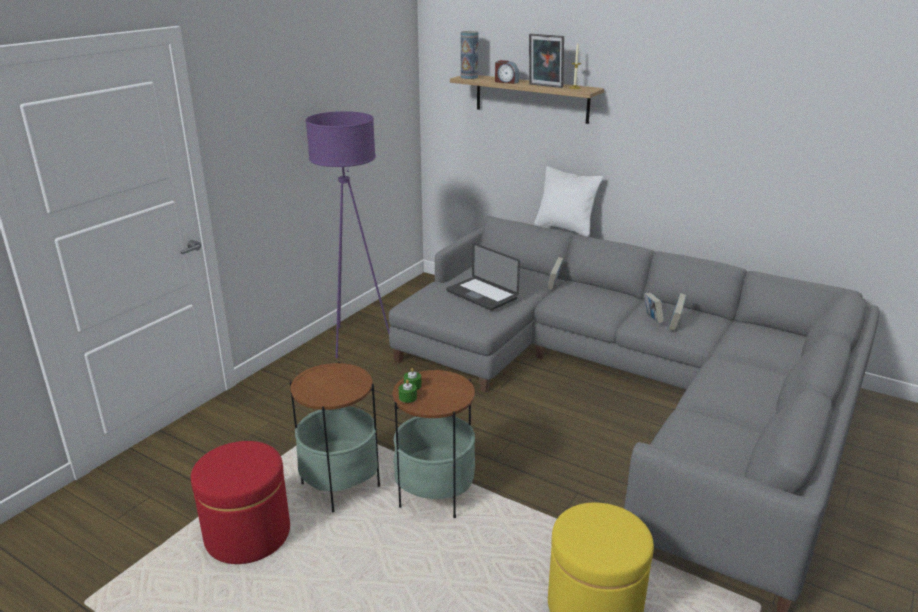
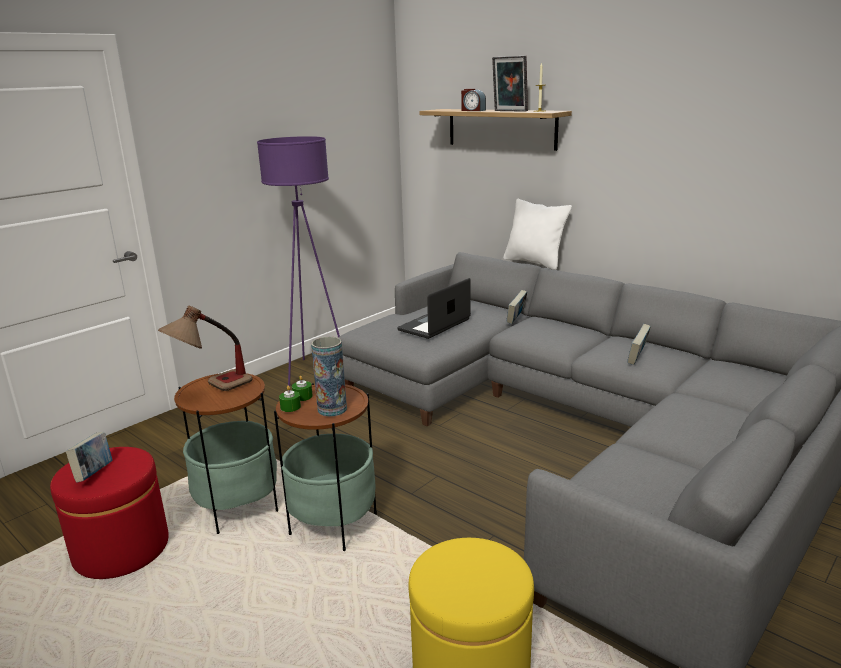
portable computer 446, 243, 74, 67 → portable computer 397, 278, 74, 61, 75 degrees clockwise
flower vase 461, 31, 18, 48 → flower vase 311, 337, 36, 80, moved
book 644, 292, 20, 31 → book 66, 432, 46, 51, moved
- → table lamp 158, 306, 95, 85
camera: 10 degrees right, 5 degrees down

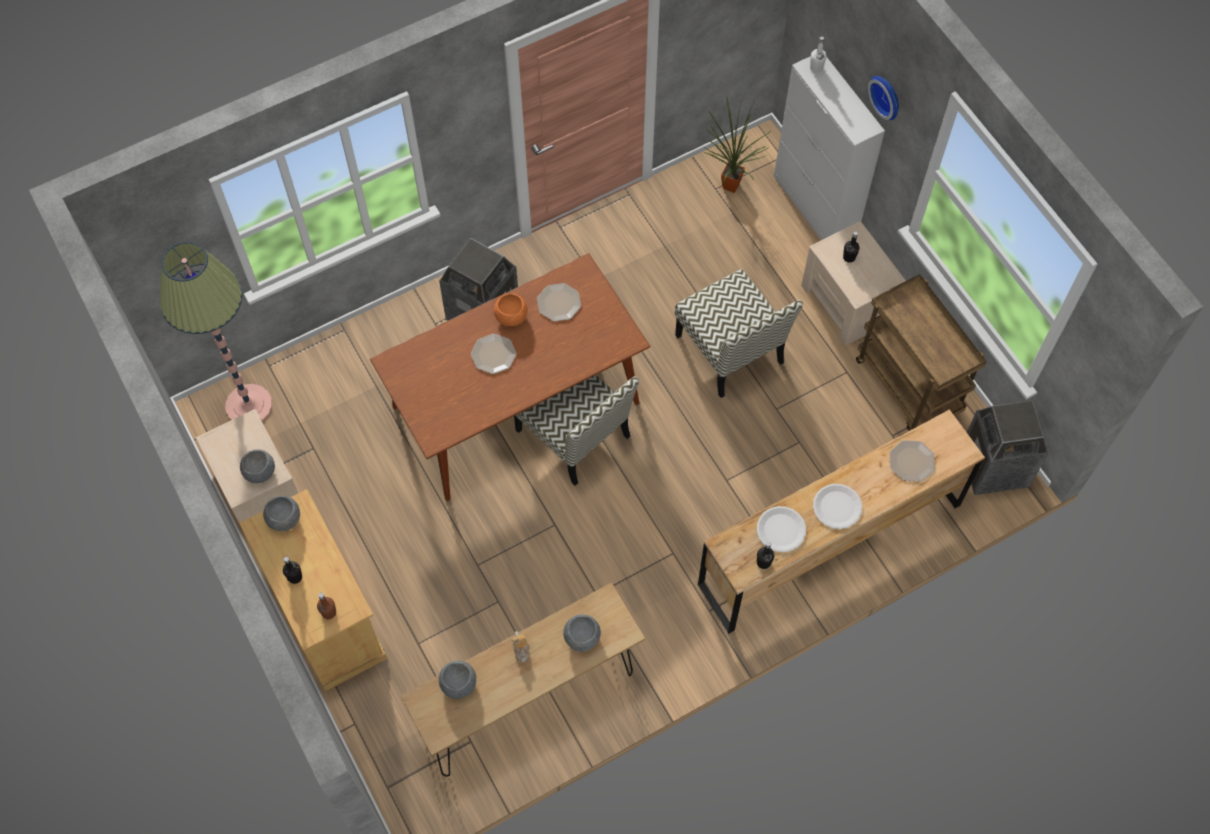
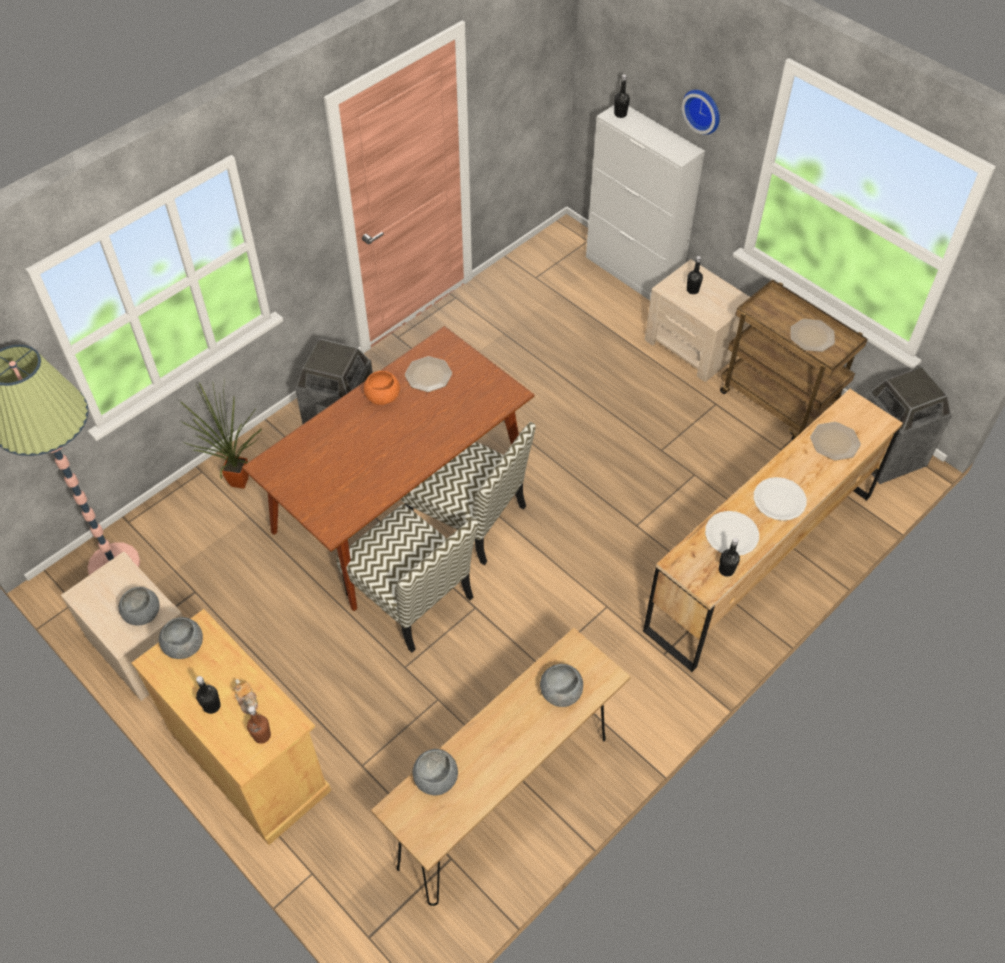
flat dish 471, 334, 46, 40 → flat dish 791, 319, 44, 33, moved
pot for tea 512, 631, 18, 31 → pot for tea 233, 679, 25, 35, moved
chair 675, 269, 128, 129 → chair 337, 504, 141, 148, moved
potted plant 704, 97, 67, 96 → potted plant 180, 378, 82, 111, moved
white-coloured beverage bottle 810, 37, 17, 36 → black-coloured beverage bottle 614, 74, 16, 44
camera: 15 degrees left, 10 degrees down

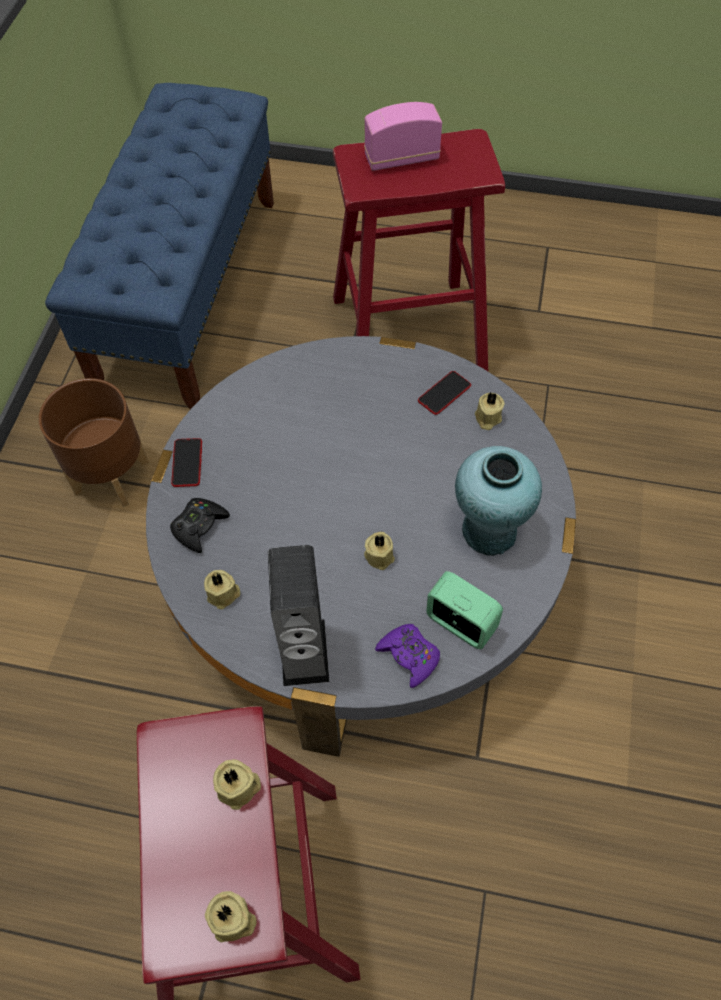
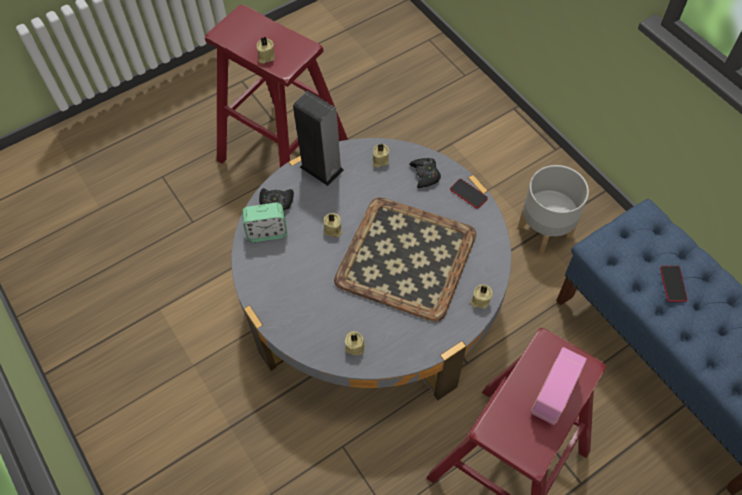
brown plant pot 39, 378, 110, 129 → gray plant pot 518, 165, 71, 89
sand-coloured wax light 205, 891, 52, 51 → sand-coloured wax light 470, 284, 23, 25, moved
purple-coloured game controller 375, 624, 65, 64 → black-coloured game controller 259, 188, 35, 22
phone 418, 371, 53, 44 → phone 660, 266, 27, 36, moved
turquoise flower vase 455, 446, 87, 110 → -
- → carrying tray 334, 197, 142, 125
camera: 135 degrees right, 0 degrees up

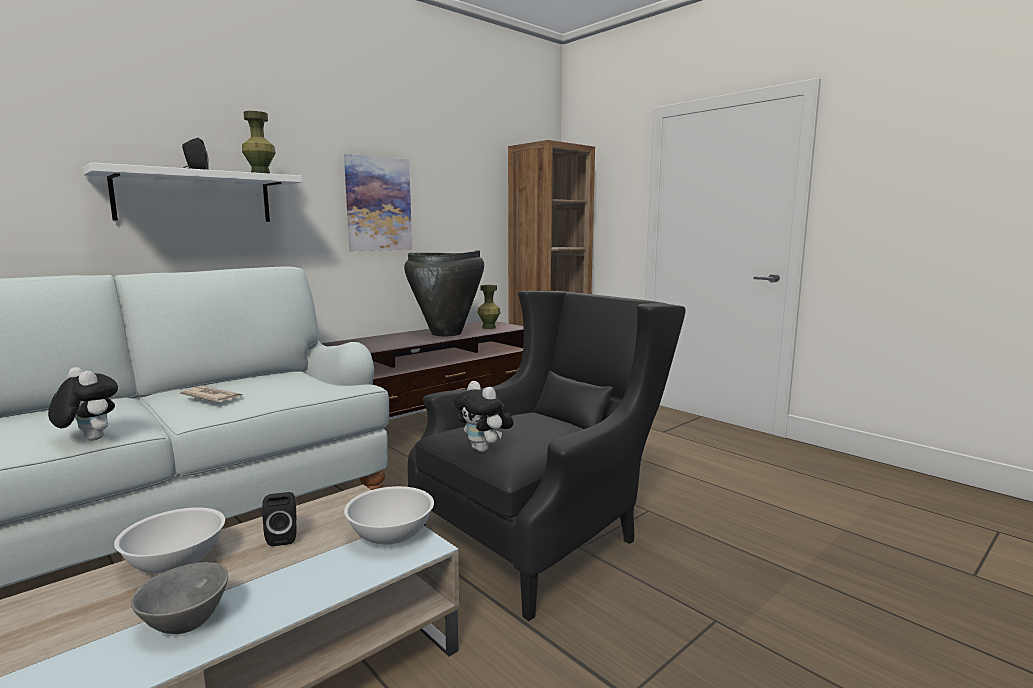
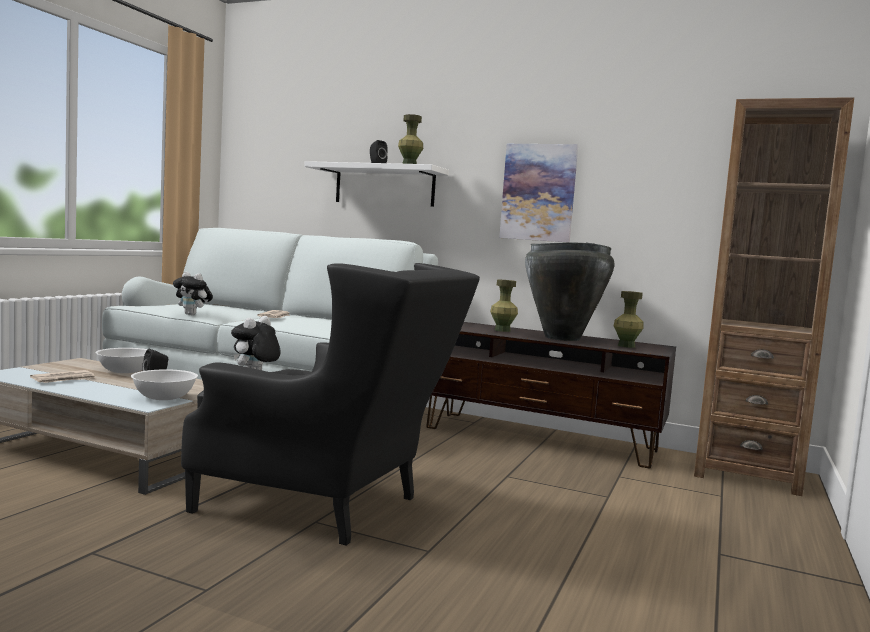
cuddly toy 48, 367, 70, 74 → cuddly toy 173, 272, 40, 43, 105 degrees clockwise
gray bowl 131, 562, 97, 72 → newspaper 30, 370, 67, 13
- → greenish flower vase 490, 280, 28, 52
camera: 65 degrees right, 5 degrees down

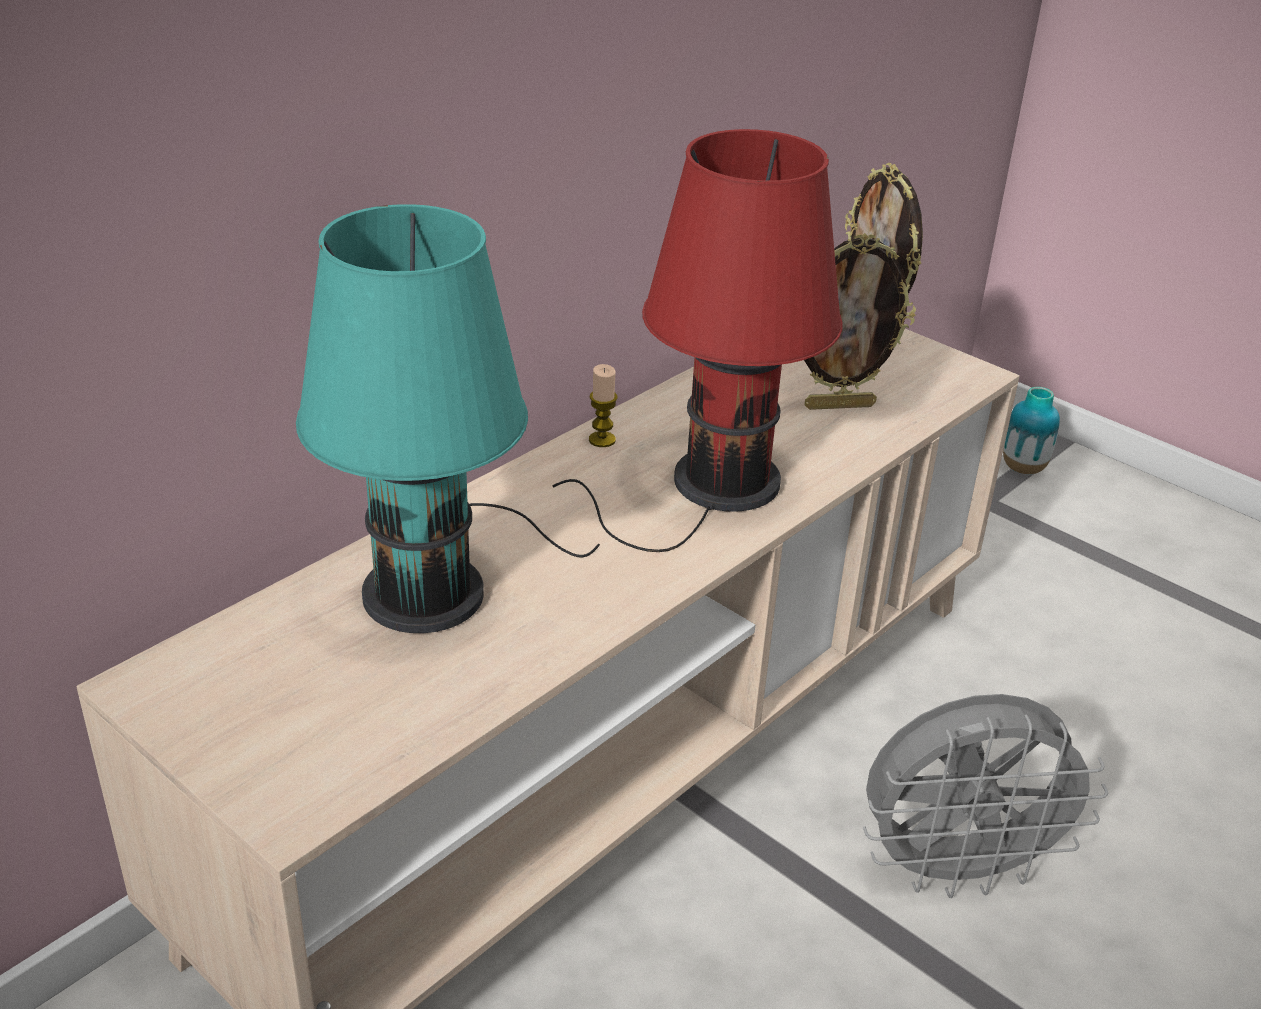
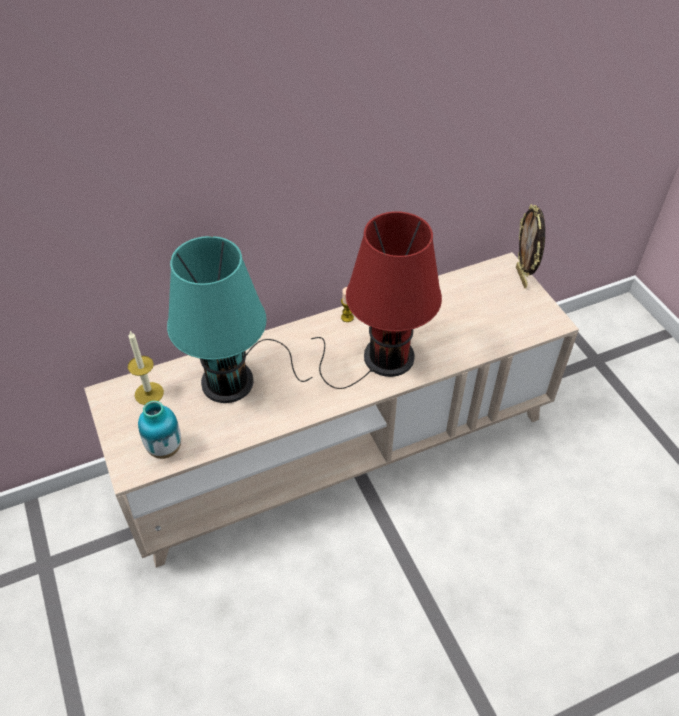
photo frame 804, 233, 112, 177 → -
gray electric fan 863, 694, 245, 204 → -
flower vase 1003, 387, 57, 87 → flower vase 138, 401, 43, 58, moved
- → wax light 128, 331, 36, 74
camera: 25 degrees right, 15 degrees up

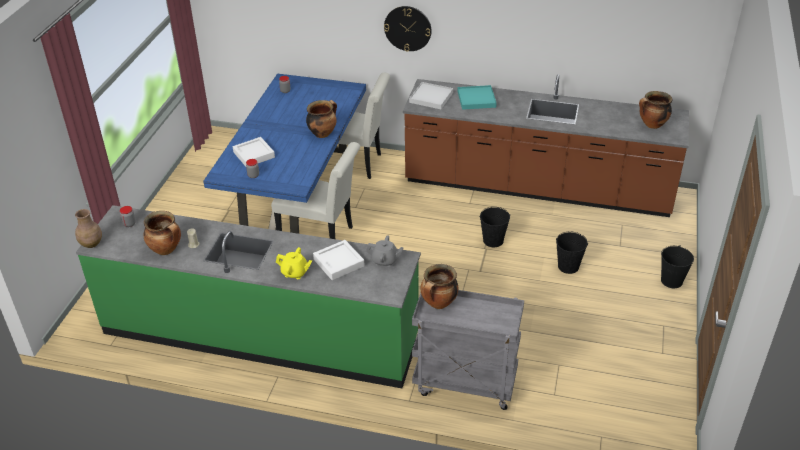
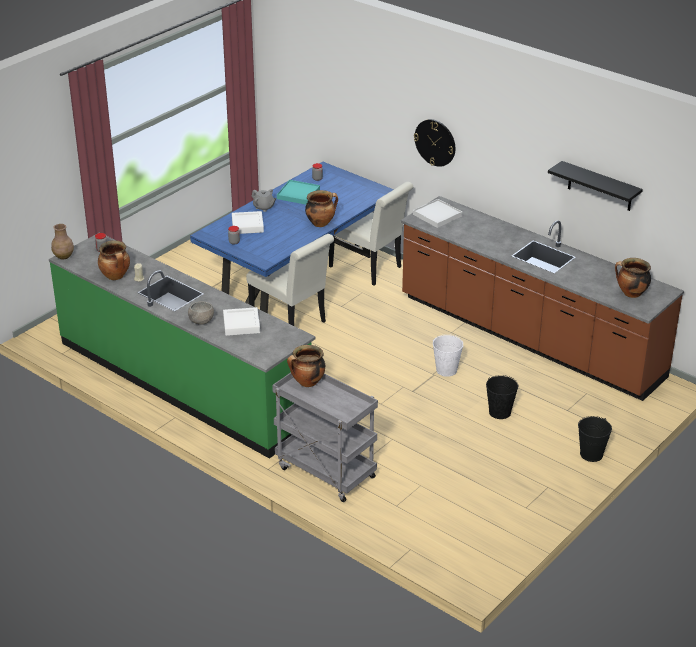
yellow pot for tea 276, 247, 36, 32 → gray bowl 188, 301, 26, 24
gray pot for tea 366, 235, 38, 32 → gray pot for tea 252, 189, 24, 23, moved
turquoise carrying tray 458, 85, 39, 25 → turquoise carrying tray 277, 180, 43, 25, moved
black-coloured pail 480, 207, 30, 40 → white-coloured pail 433, 334, 30, 43
- → black-coloured shelf 548, 161, 95, 50
camera: 25 degrees right, 5 degrees down

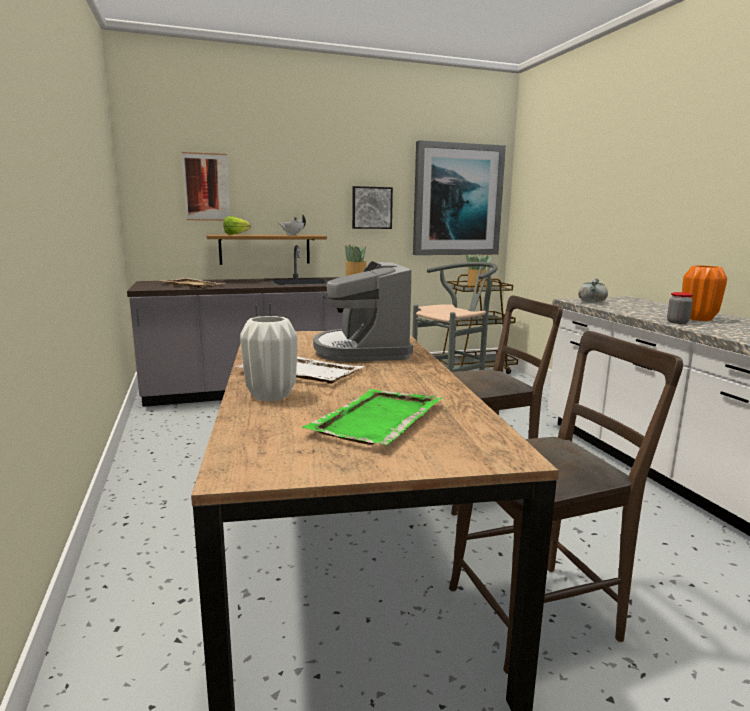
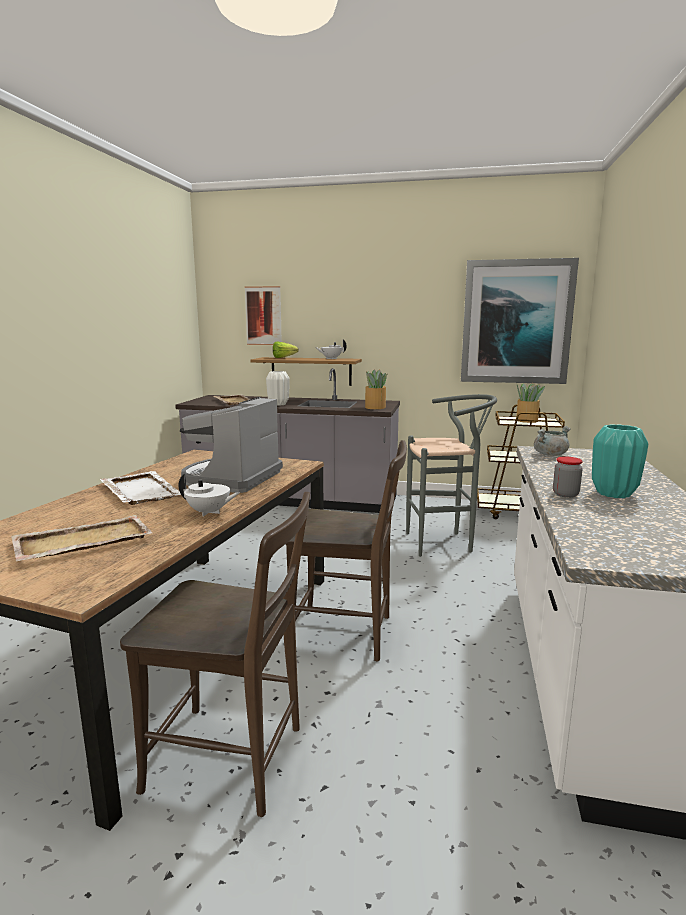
white-coloured flower vase 240, 316, 57, 85 → white-coloured flower vase 266, 371, 24, 35, moved
greenish carrying tray 302, 389, 140, 56 → sand-coloured carrying tray 11, 515, 142, 46
wall picture 352, 186, 41, 43 → -
orange-coloured flower vase 682, 265, 45, 56 → turquoise flower vase 592, 424, 56, 74
- → white-coloured pot for tea 178, 474, 61, 43
camera: 30 degrees right, 0 degrees up

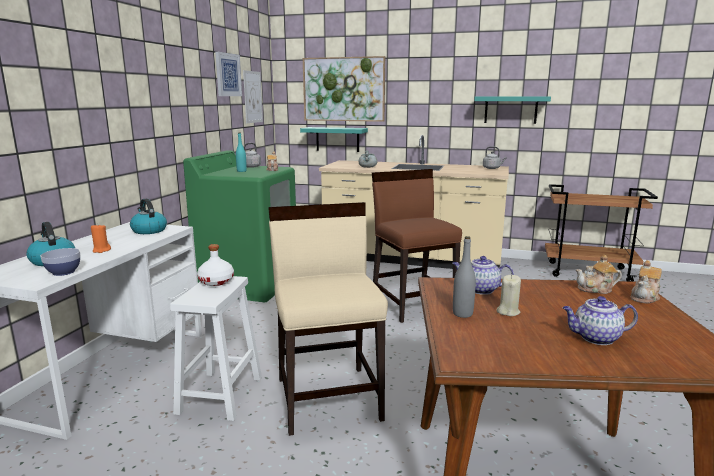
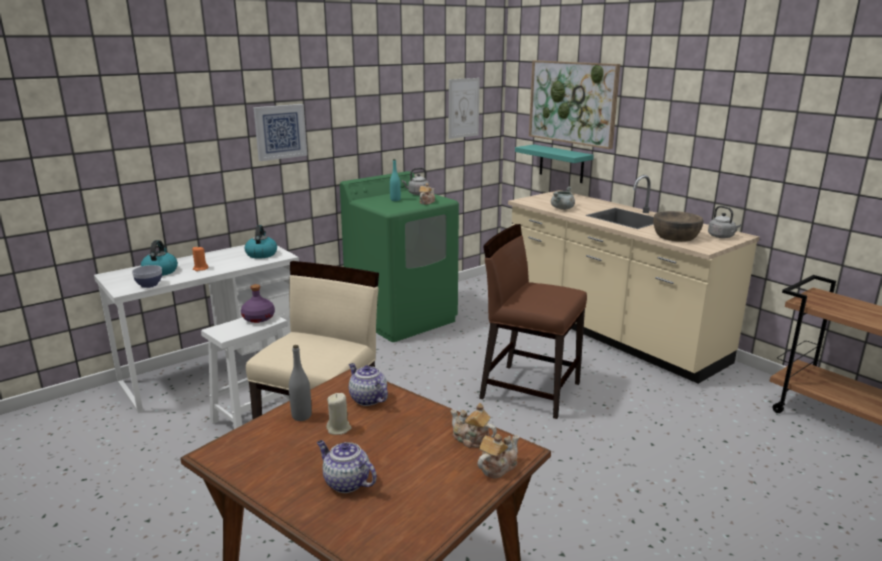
white-coloured beverage bottle 197, 244, 37, 42 → purple-coloured beverage bottle 241, 284, 34, 39
wall picture 215, 52, 27, 44 → wall picture 253, 104, 54, 57, moved
brown chair 372, 169, 90, 154 → brown chair 479, 224, 108, 195, 75 degrees counterclockwise
turquoise shelf 474, 96, 77, 28 → -
pot for tea 631, 260, 31, 44 → pot for tea 477, 434, 42, 44, 150 degrees clockwise
- → brown bowl 653, 211, 51, 31
camera: 35 degrees right, 5 degrees up

